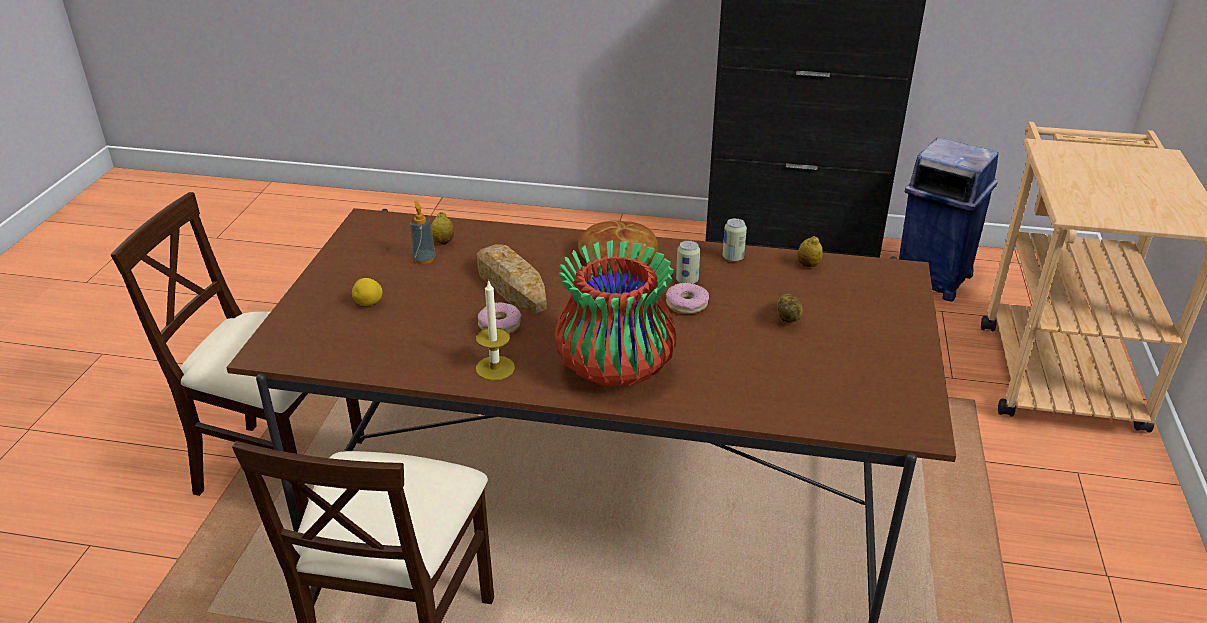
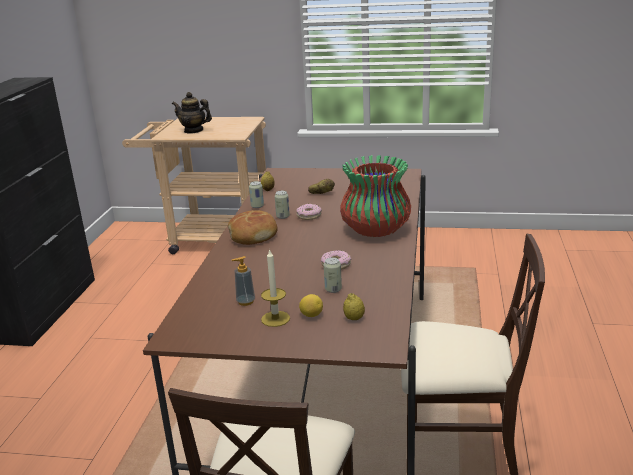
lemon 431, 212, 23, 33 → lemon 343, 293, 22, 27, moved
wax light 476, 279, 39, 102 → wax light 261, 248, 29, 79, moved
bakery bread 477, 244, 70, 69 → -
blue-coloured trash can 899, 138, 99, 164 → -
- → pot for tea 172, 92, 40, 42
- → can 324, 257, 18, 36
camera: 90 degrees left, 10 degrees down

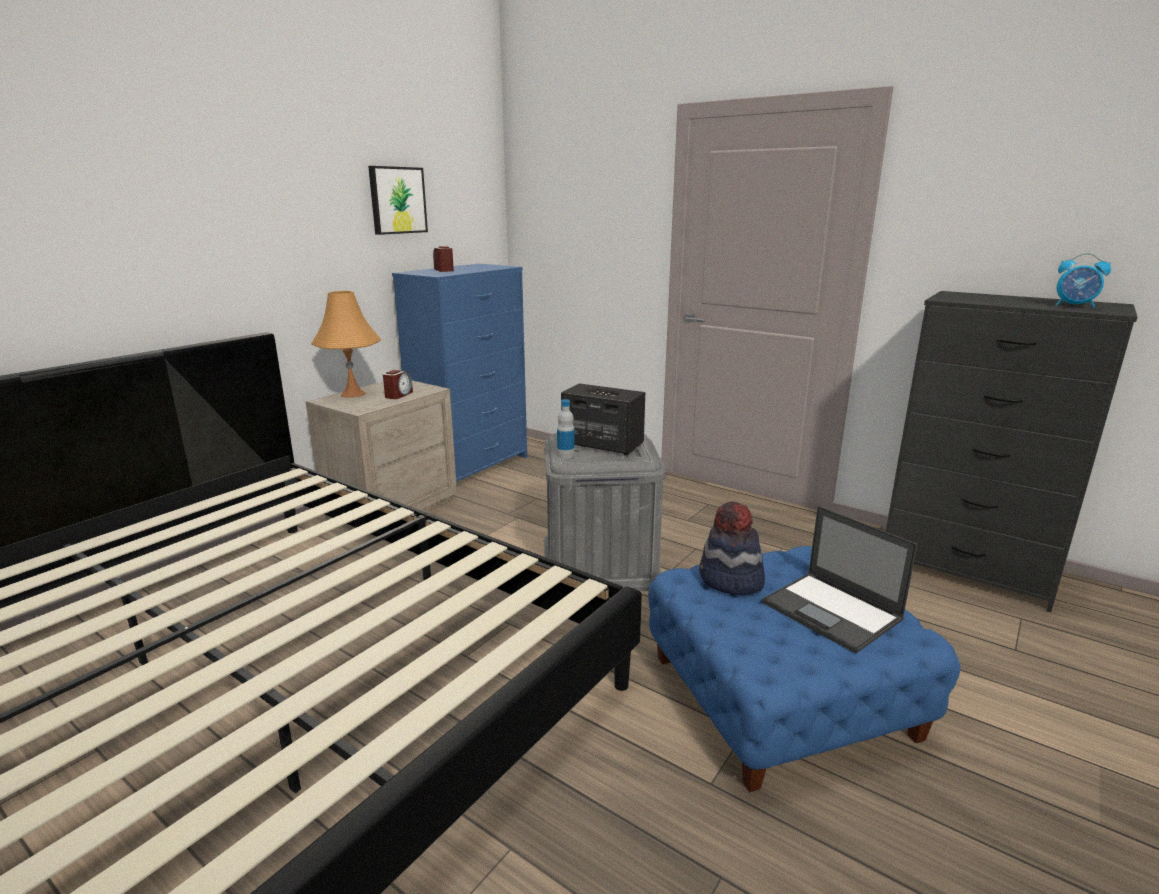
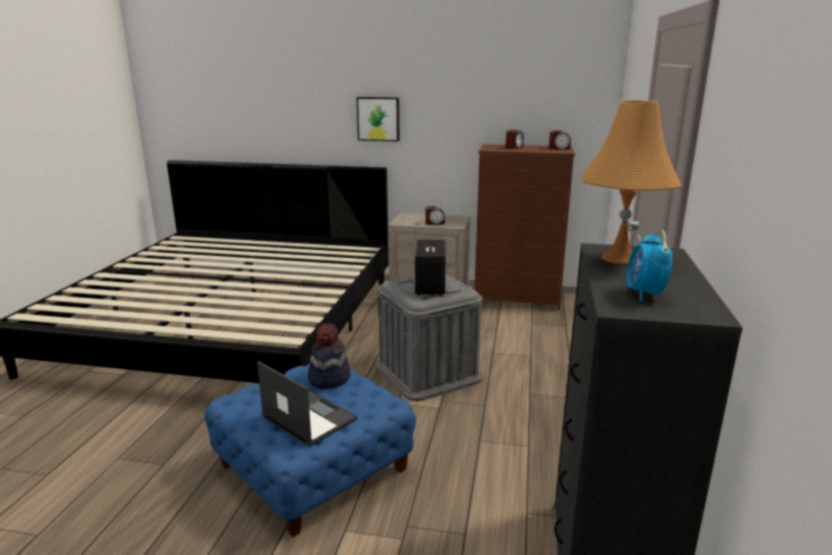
orange-coloured table lamp 311, 291, 70, 107 → orange-coloured table lamp 582, 100, 99, 164, moved
wall picture 368, 166, 60, 69 → wall picture 356, 97, 43, 45, moved
blue-coloured drawer chest 392, 264, 135, 218 → brown drawer chest 475, 144, 100, 167
beverage bottle 557, 399, 18, 60 → -
portable computer 762, 506, 156, 148 → portable computer 257, 361, 101, 86, 105 degrees clockwise
- → table clock 549, 131, 22, 19
camera: 65 degrees right, 0 degrees up

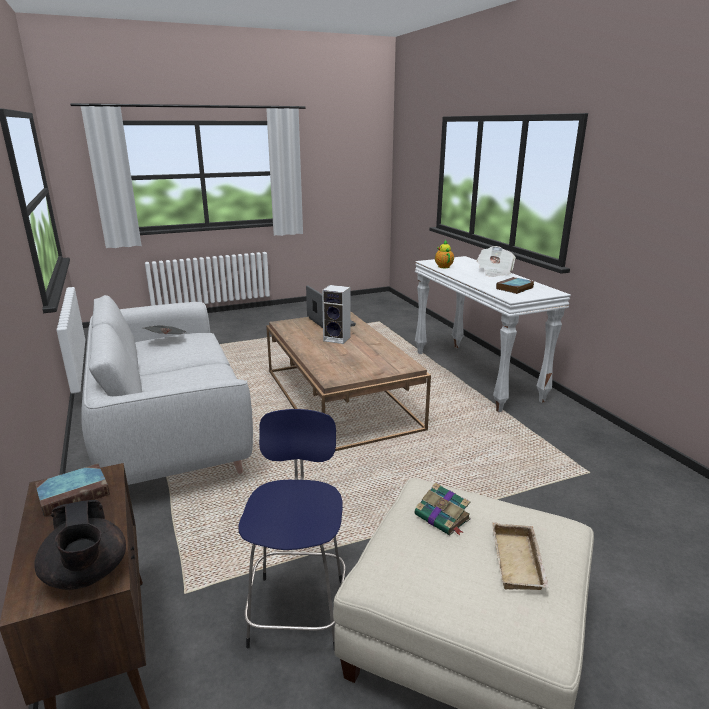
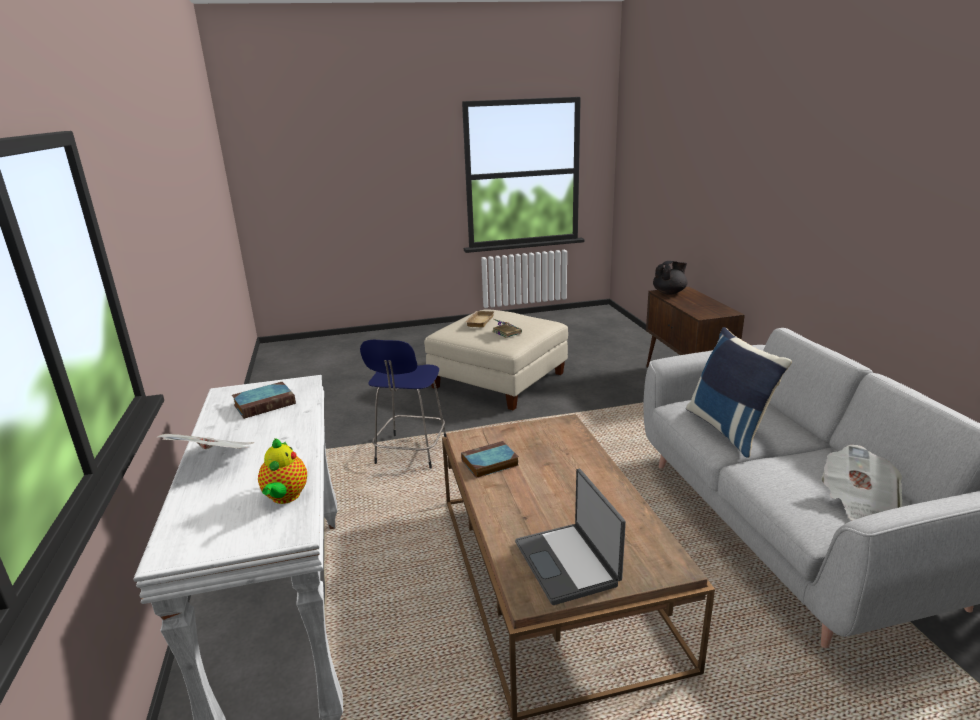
black-coloured pot for tea 34, 500, 92, 90 → black-coloured pot for tea 653, 261, 35, 33, 75 degrees clockwise
book 35, 464, 75, 52 → book 461, 441, 58, 37, moved
blue-coloured sitting stool 238, 409, 108, 242 → blue-coloured sitting stool 360, 340, 86, 129, moved
loudspeaker 322, 285, 29, 59 → -
- → blue-coloured throw pillow 686, 327, 106, 131
camera: 170 degrees left, 0 degrees up

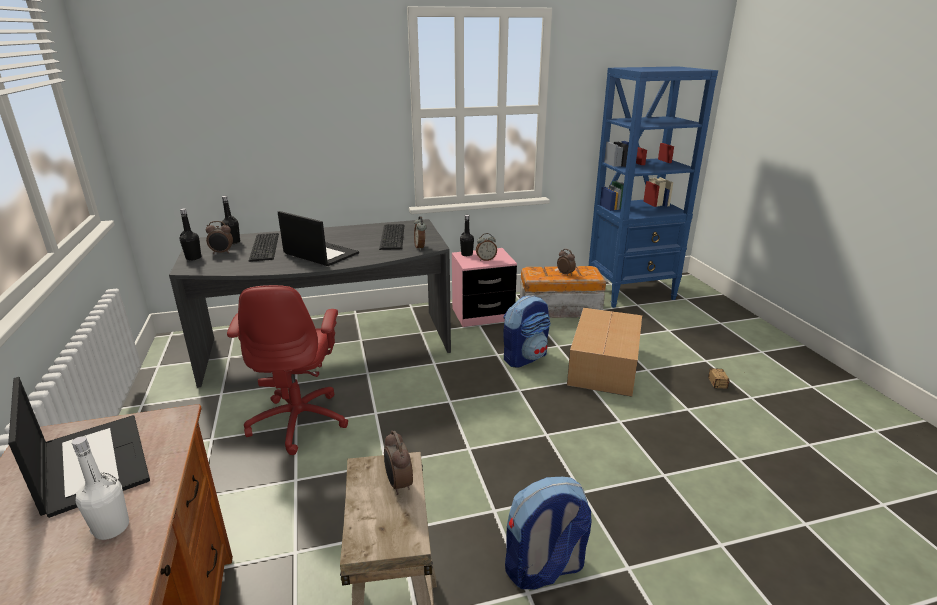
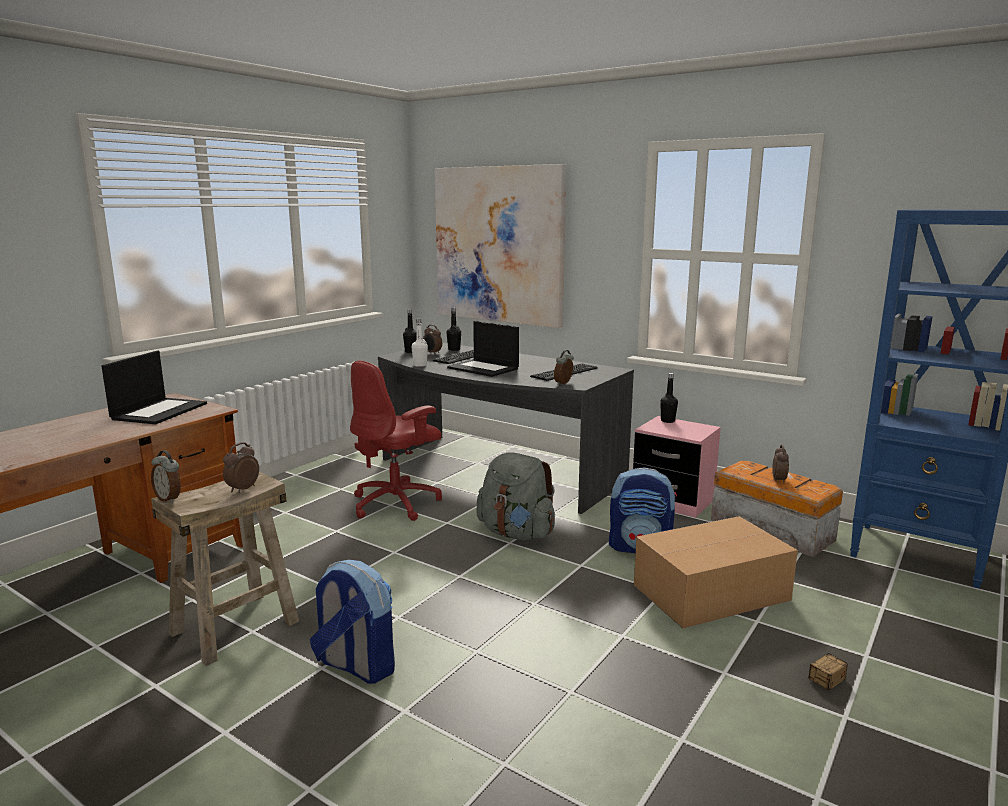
white-coloured beverage bottle 72, 436, 57, 104 → white-coloured beverage bottle 412, 319, 16, 48, moved
portable computer 278, 211, 81, 55 → portable computer 447, 321, 72, 56, 135 degrees clockwise
table clock 476, 233, 21, 28 → table clock 151, 450, 30, 53, moved
- → wall picture 435, 164, 132, 164
- → gray backpack 476, 452, 79, 88
camera: 50 degrees right, 10 degrees down

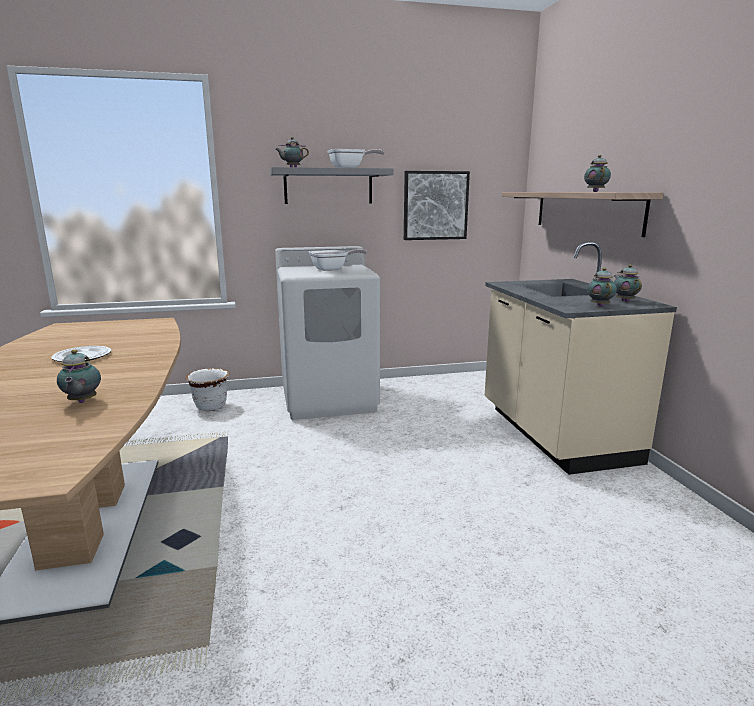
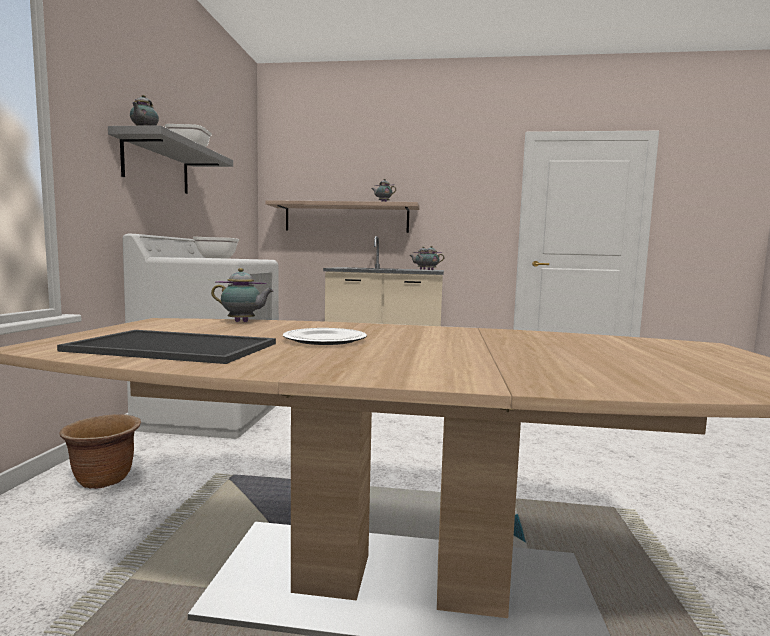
pot for tea 57, 349, 44, 54 → pot for tea 211, 268, 63, 54, moved
white-coloured plant pot 185, 368, 44, 43 → brown plant pot 59, 414, 82, 75
wall picture 404, 171, 66, 69 → -
- → carrying tray 57, 330, 219, 34
camera: 70 degrees left, 10 degrees down

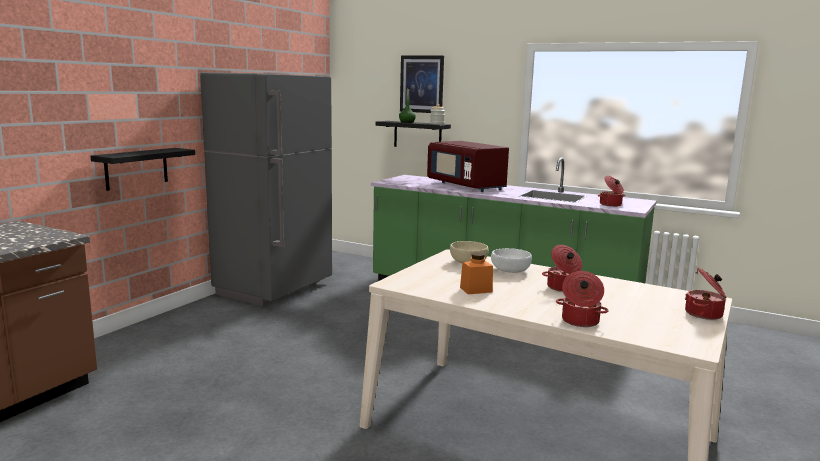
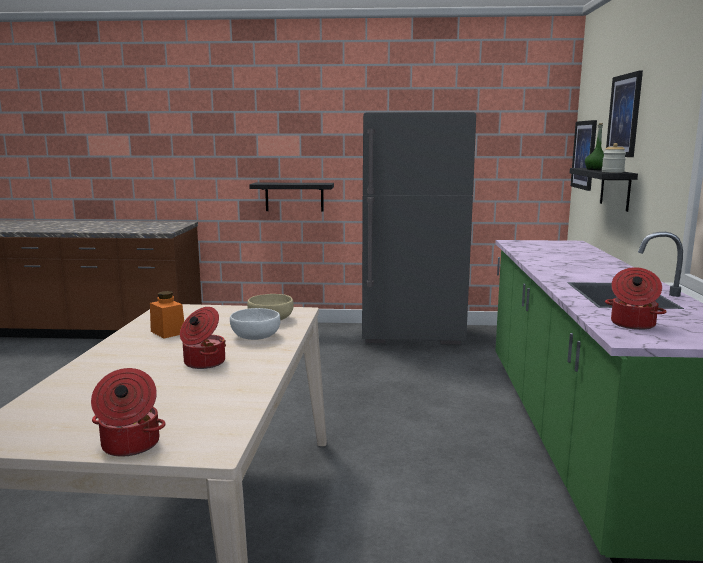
red-coloured kitchen microwave 427, 141, 82, 51 → -
cooking pot 556, 271, 52, 56 → -
- → wall picture 570, 120, 27, 71
camera: 65 degrees right, 0 degrees up

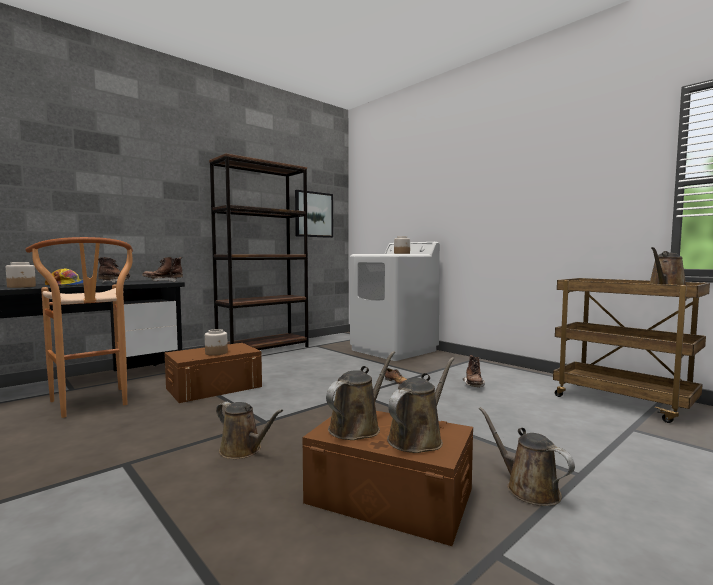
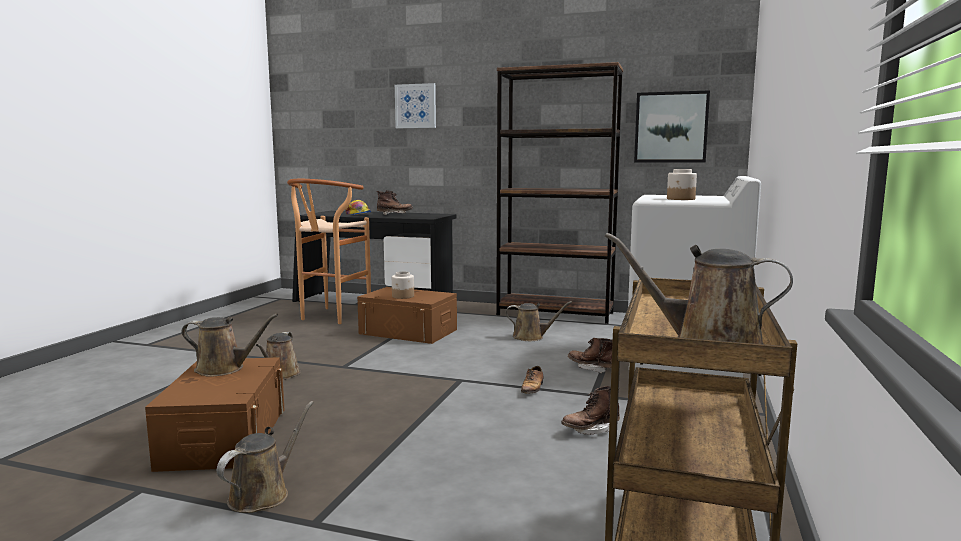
storage jar 6, 262, 30, 26 → -
brown tall boot 142, 257, 41, 25 → brown tall boot 568, 338, 45, 35, moved
brown watering pot 387, 357, 67, 96 → brown watering pot 505, 301, 67, 40, moved
- → wall picture 395, 83, 41, 45
camera: 60 degrees right, 5 degrees up

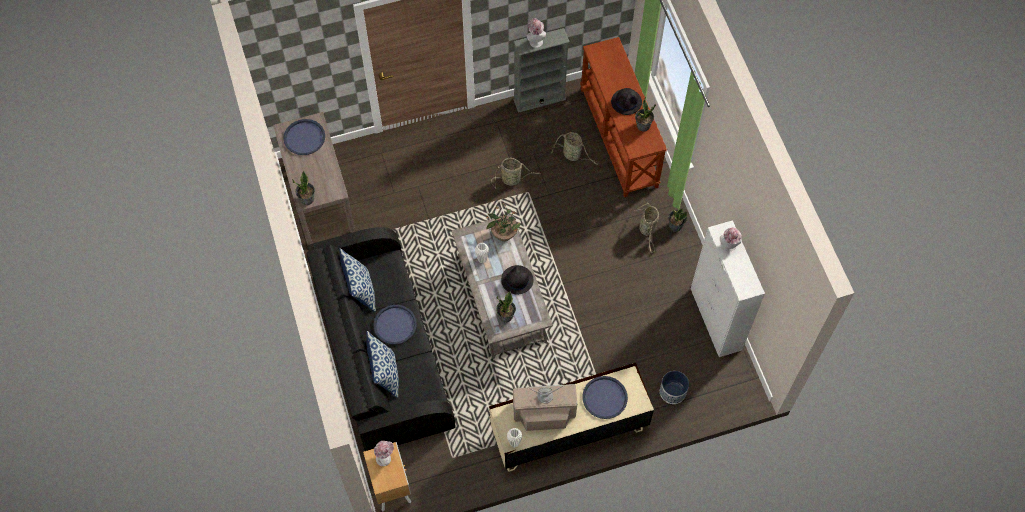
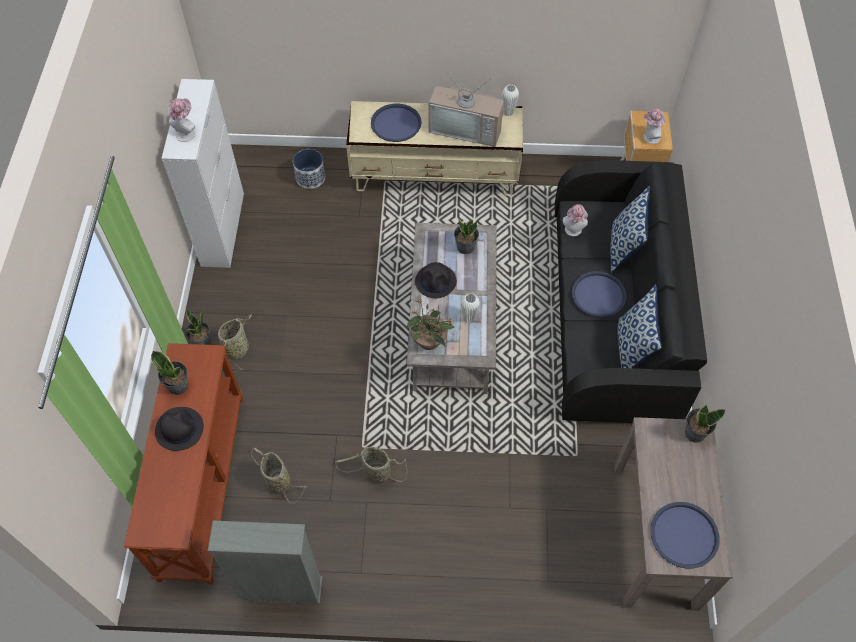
hat 527, 18, 19, 30 → hat 563, 204, 25, 32, moved
camera: 160 degrees left, 5 degrees down

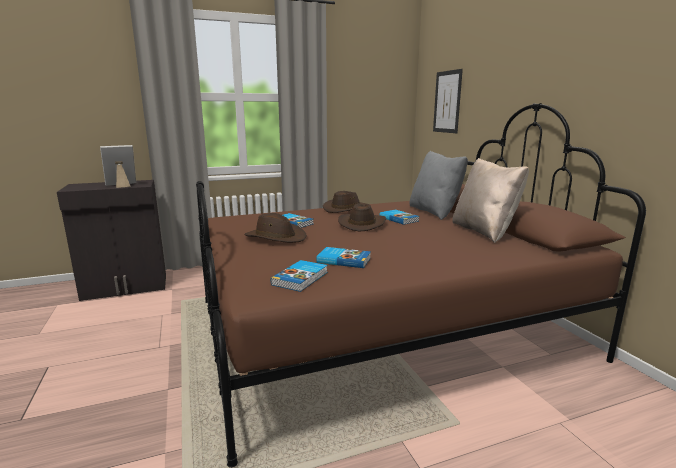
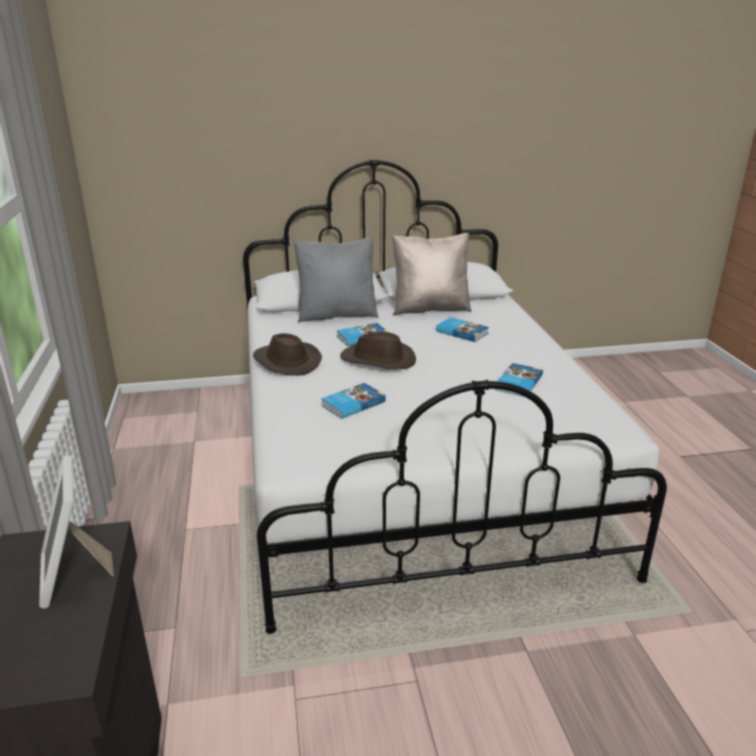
brown bed 196, 103, 450, 365 → white-coloured bed 243, 160, 424, 474
brown hat 244, 213, 63, 30 → -
book 271, 260, 57, 32 → book 436, 317, 53, 25, moved
wall picture 433, 69, 30, 64 → -
camera: 80 degrees left, 10 degrees up

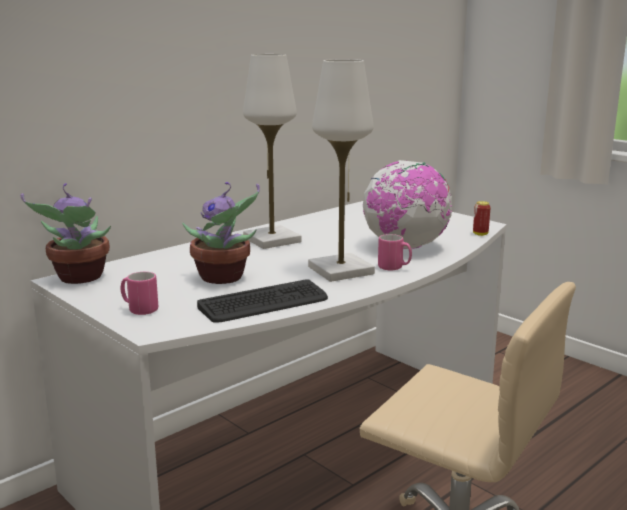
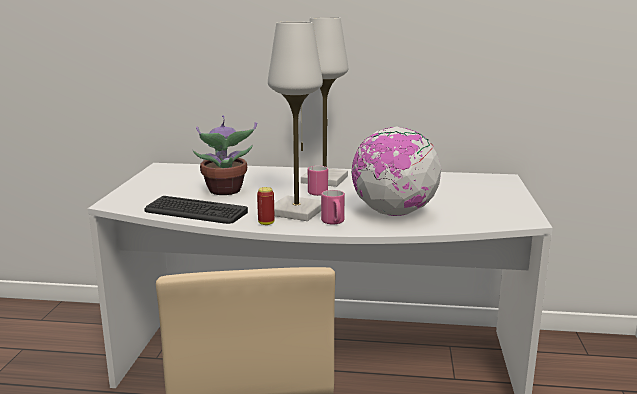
potted plant 21, 183, 90, 101 → -
pink mug 121, 272, 37, 43 → pink mug 308, 166, 20, 30, moved
can 473, 201, 18, 35 → can 257, 187, 17, 38, moved
camera: 50 degrees right, 0 degrees up

